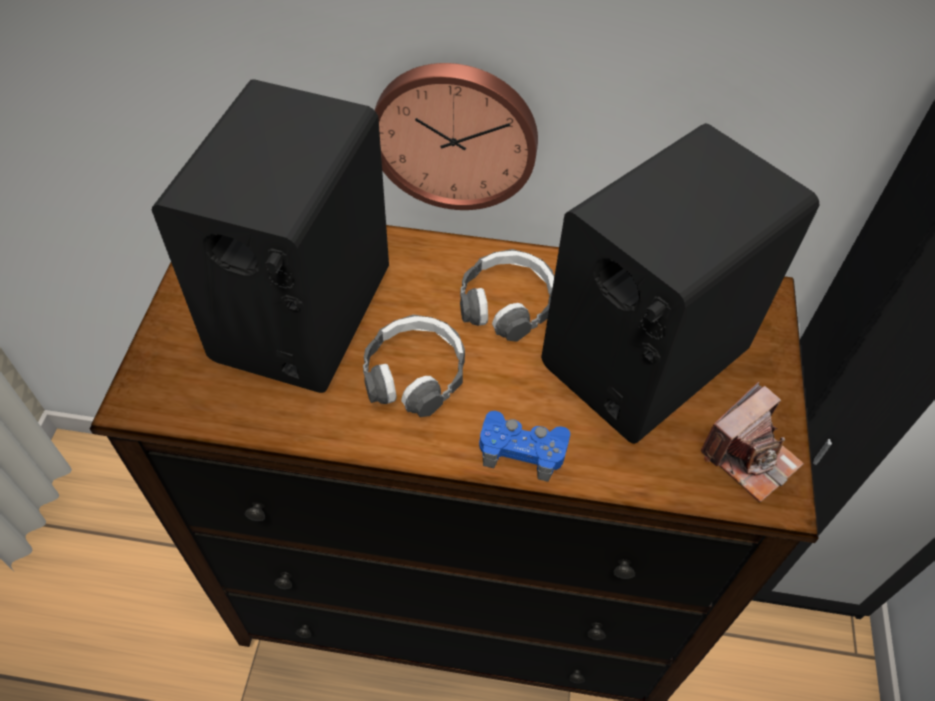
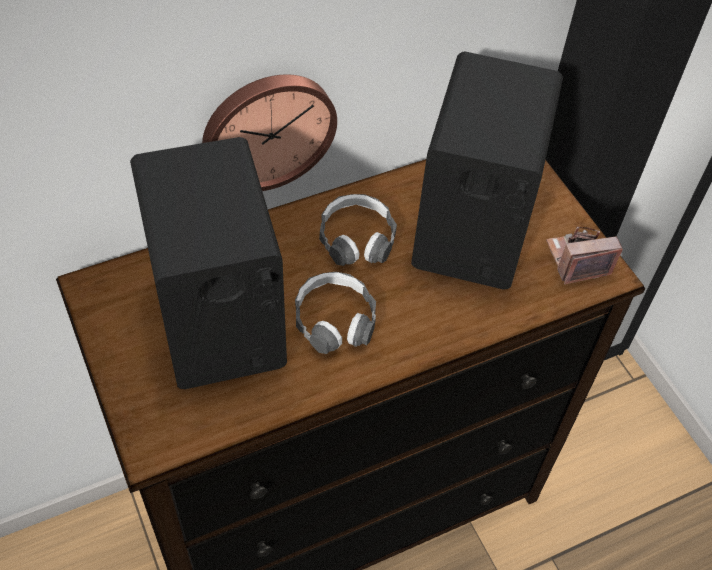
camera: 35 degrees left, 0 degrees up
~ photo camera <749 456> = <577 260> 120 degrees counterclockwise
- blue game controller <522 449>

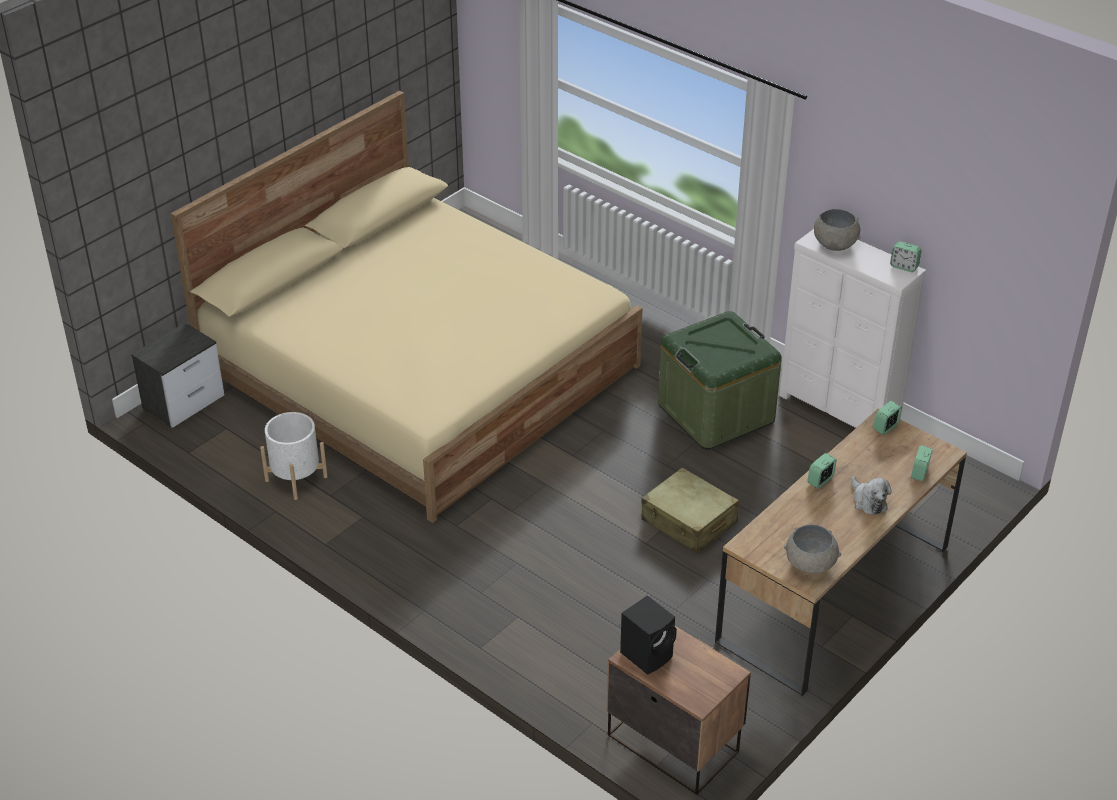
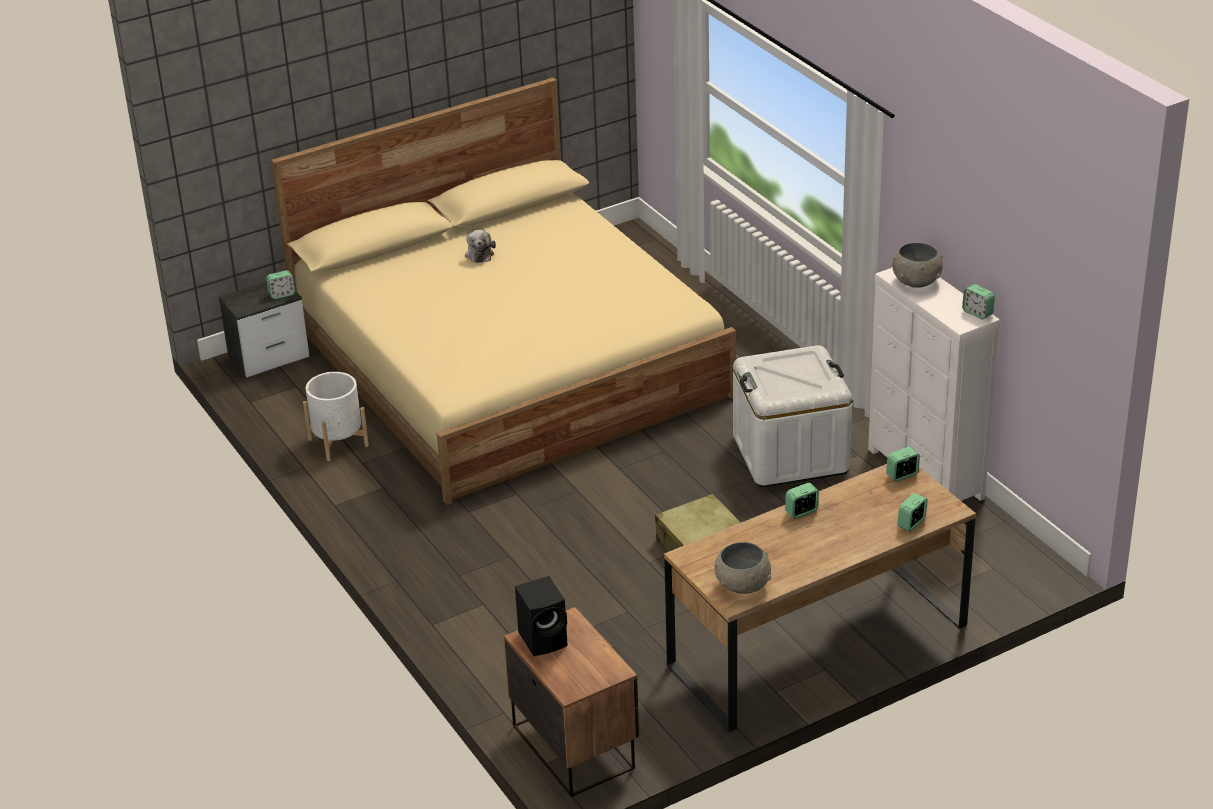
camera: 20 degrees right, 5 degrees down
~ green storage box <716 413> to white storage box <790 454>
~ plush toy <868 501> to <479 253>
+ alarm clock <282 294>

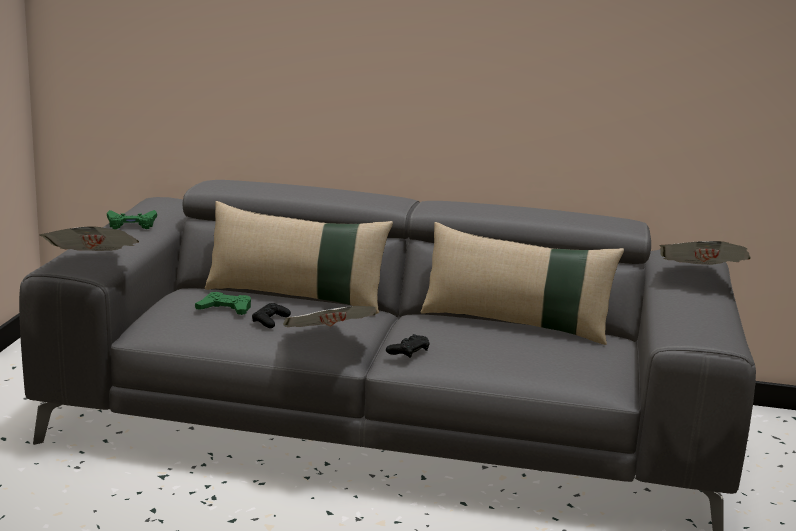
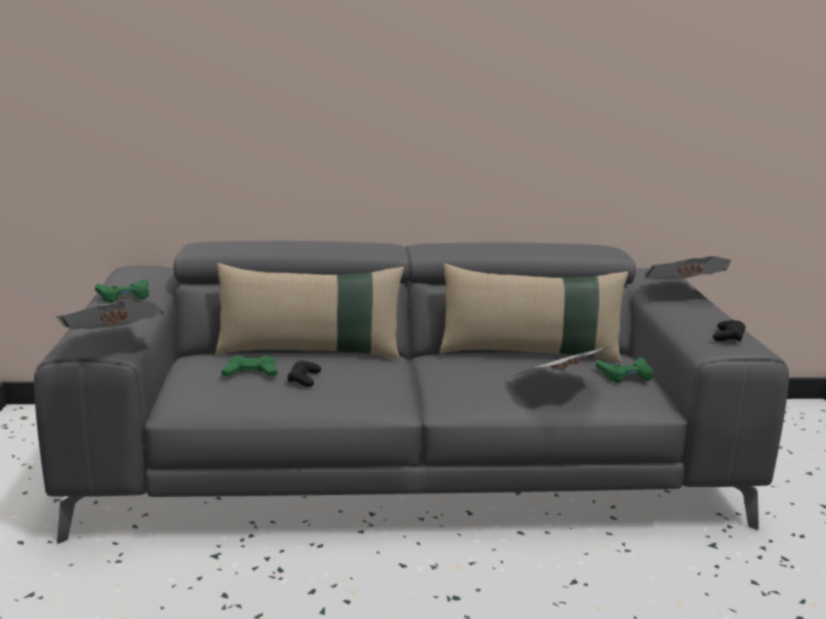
camera: 15 degrees left, 0 degrees up
~ newspaper <328 342> to <556 386>
~ black game controller <408 351> to <728 336>
+ green game controller <625 375>

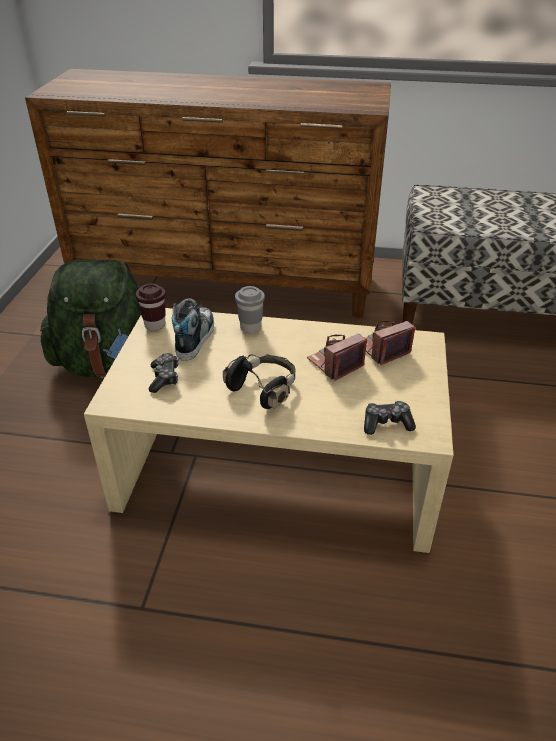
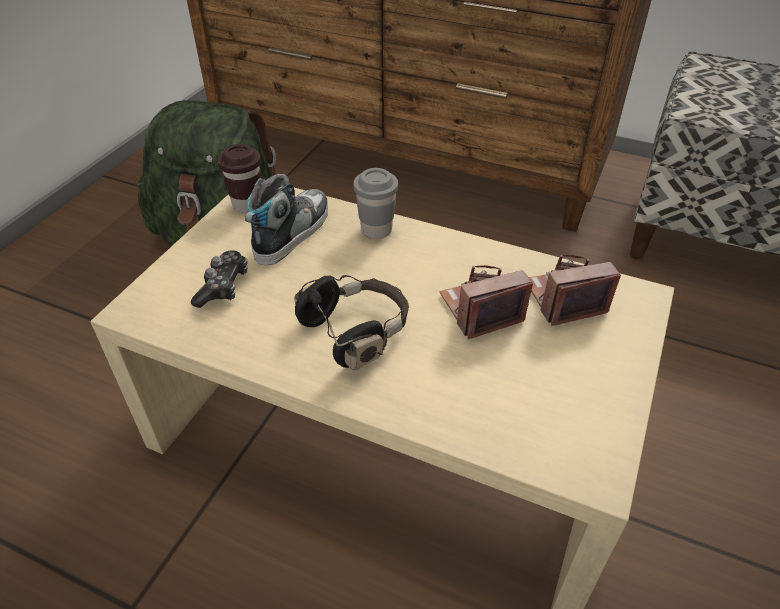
camera: 15 degrees right, 5 degrees up
- game controller <386 423>

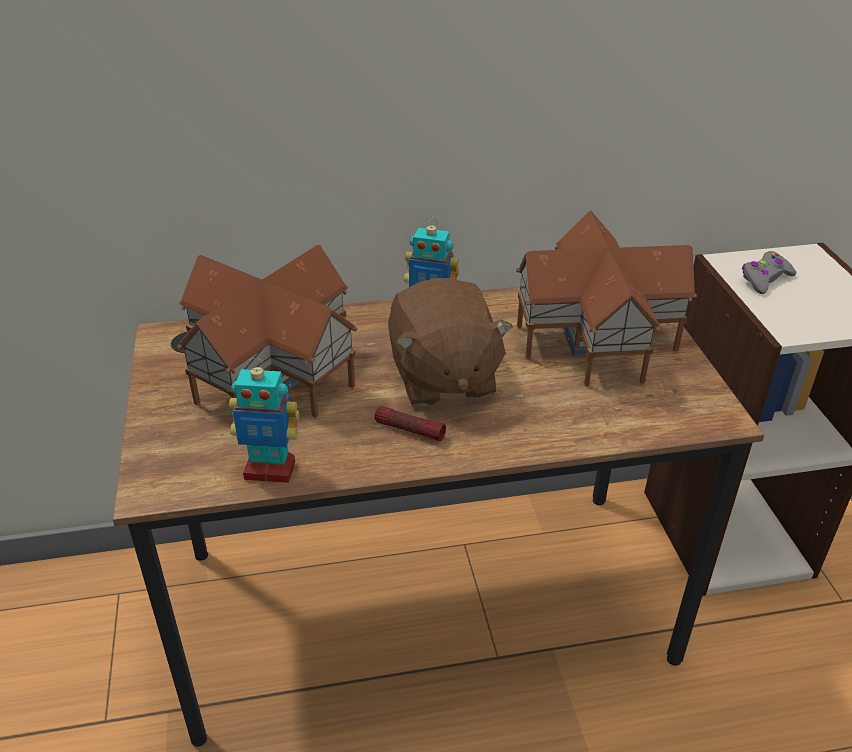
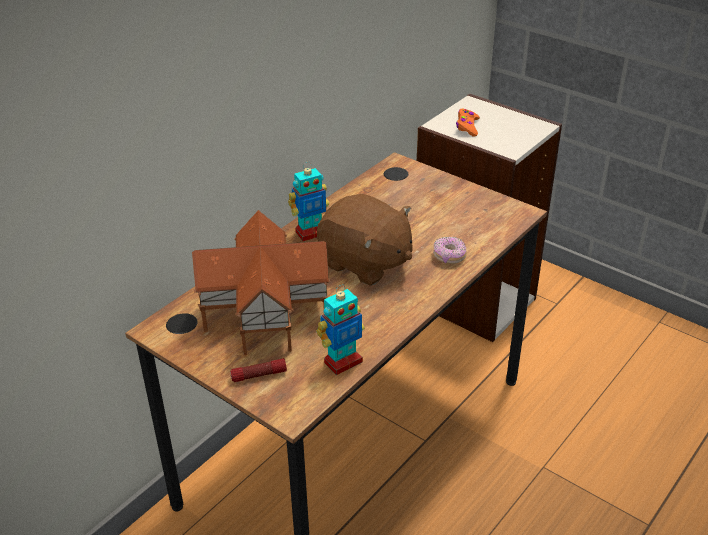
camera: 40 degrees left, 0 degrees up
- toy house <598 339>
~ grey game controller <765 279> to orange game controller <467 127>
~ flashlight <409 430> to <259 375>
+ donut <449 257>

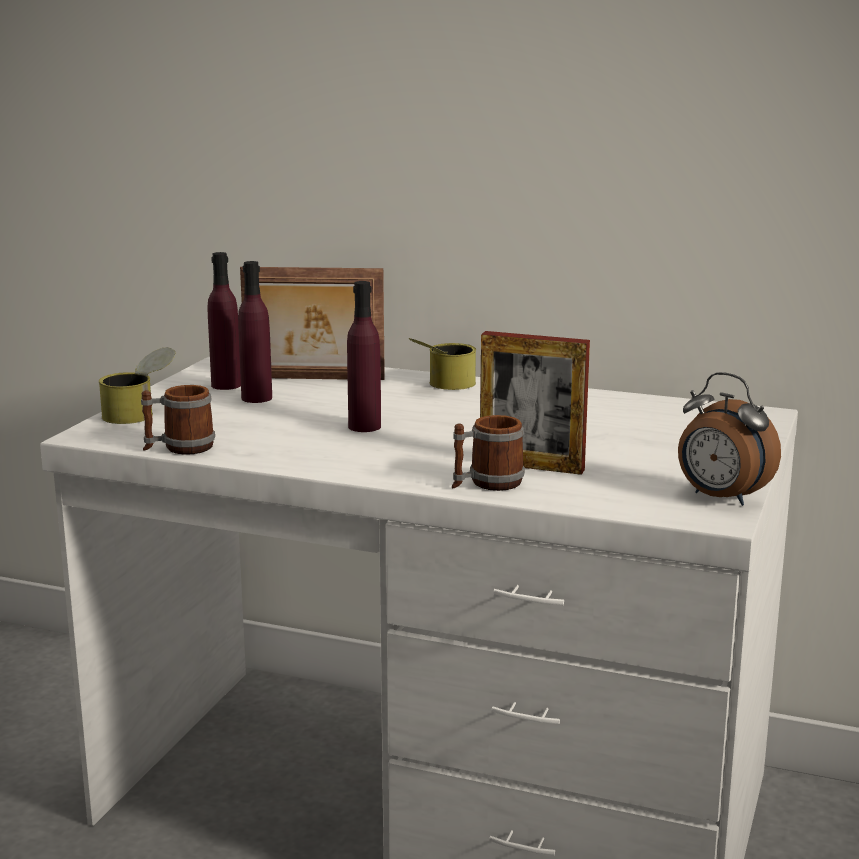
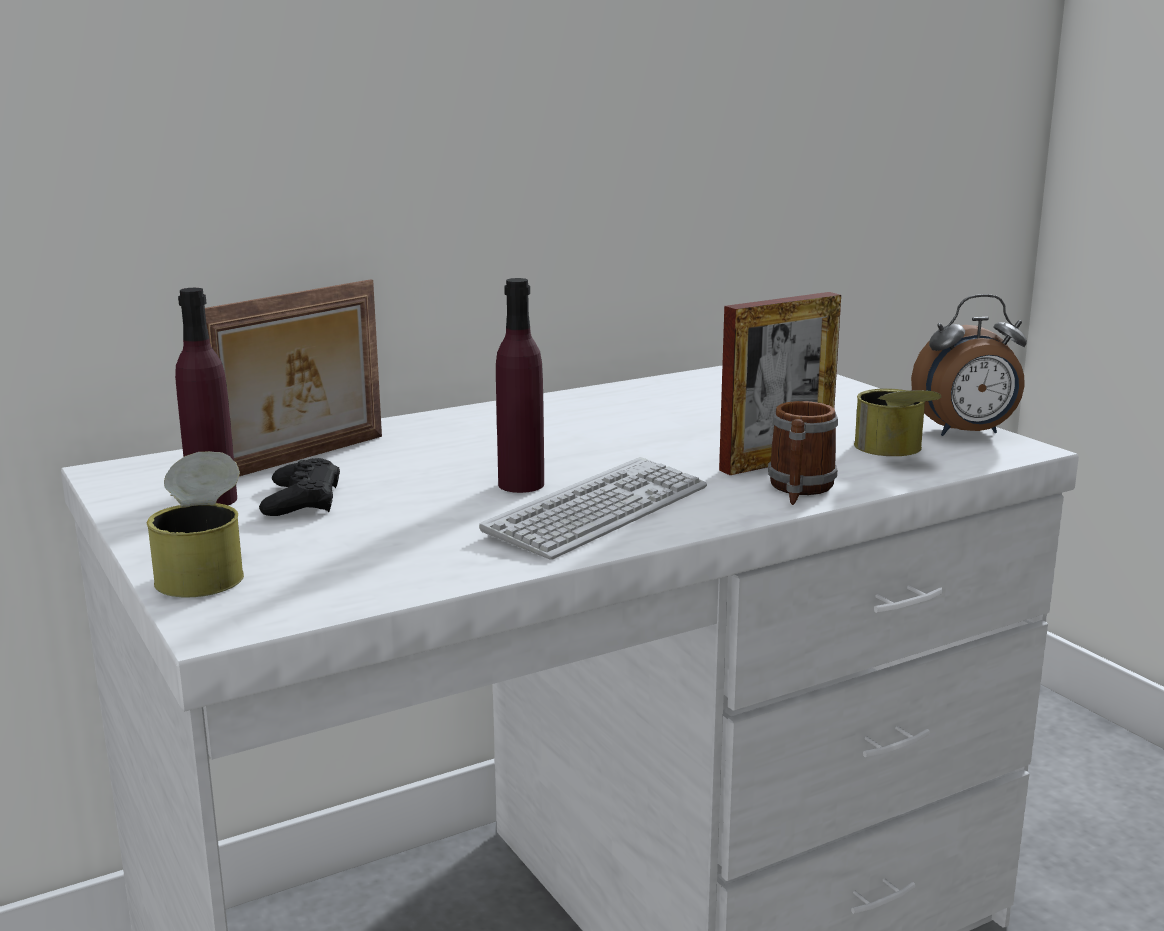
camera: 50 degrees left, 0 degrees up
~ purple bottle <257 398> to black game controller <302 500>
~ can <442 386> to <893 453>
- mug <179 448>
+ keyboard <598 511>

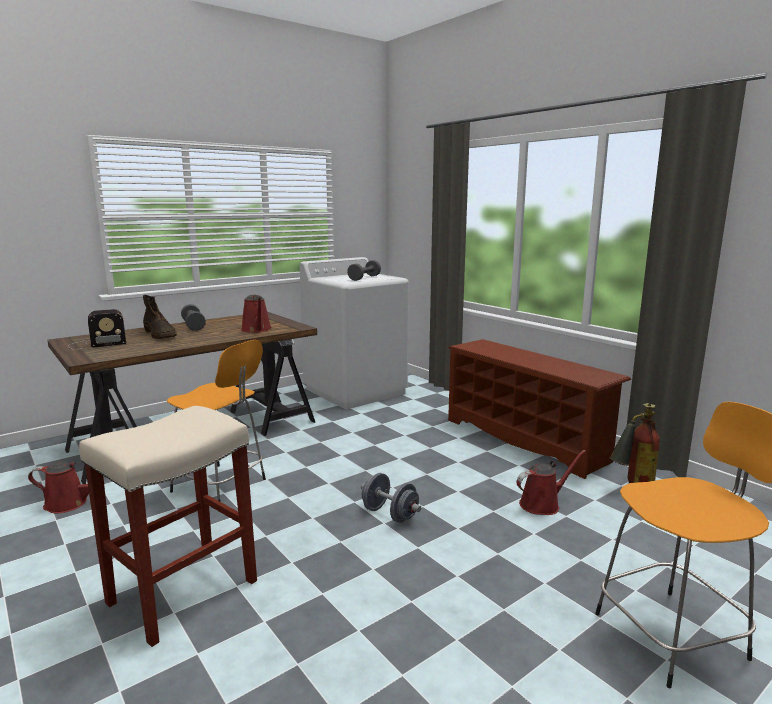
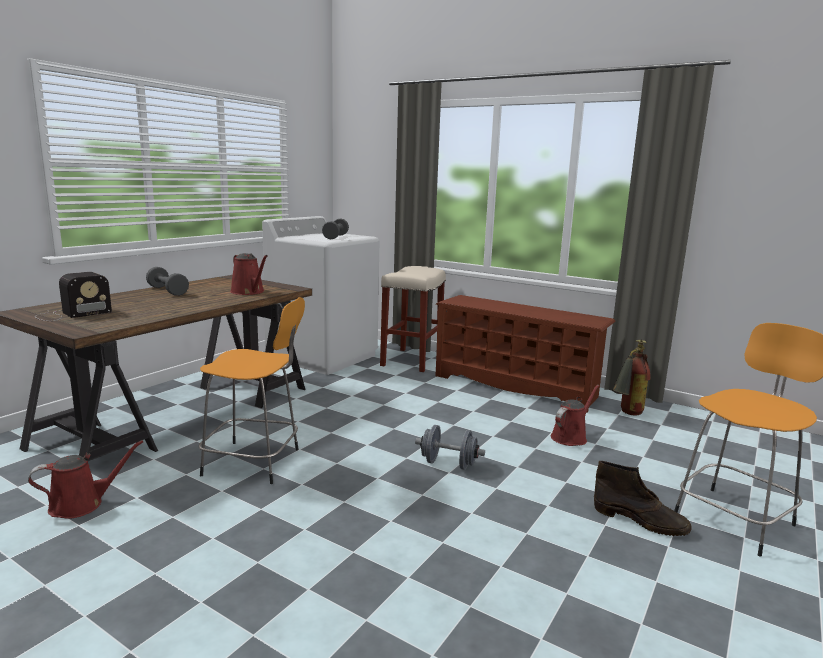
camera: 20 degrees left, 0 degrees up
~ brown boot <160 335> to <640 520>
~ beige stool <182 593> to <412 360>

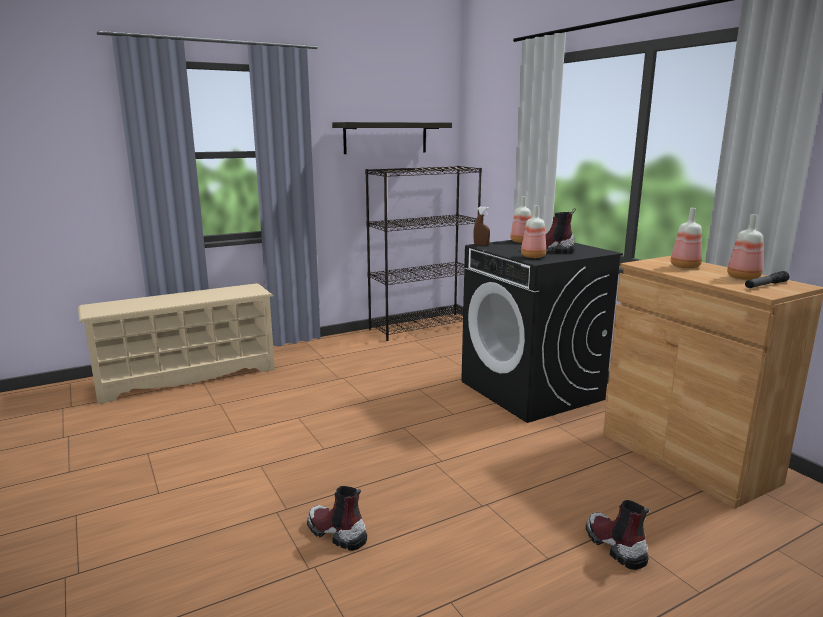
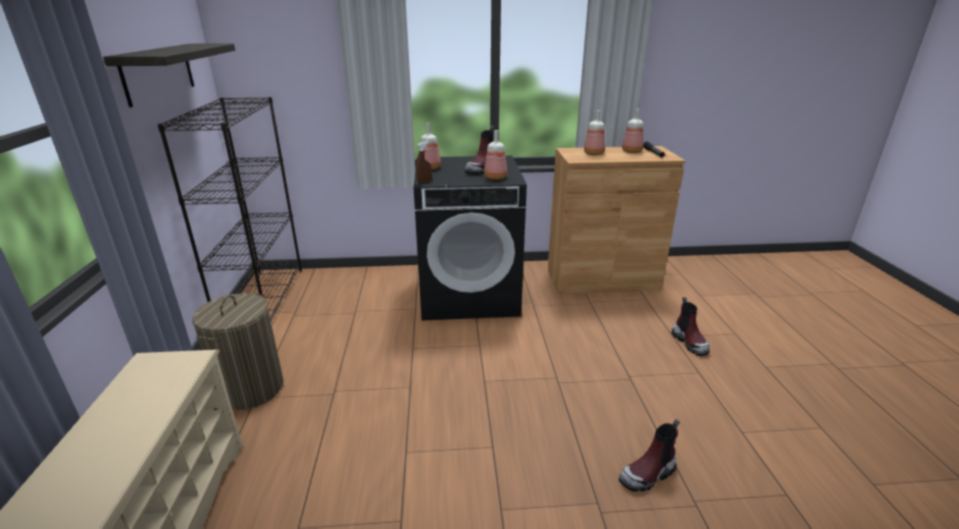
camera: 65 degrees left, 10 degrees up
~ boot <614 546> = <690 343> 105 degrees counterclockwise
+ laundry basket <250 388>

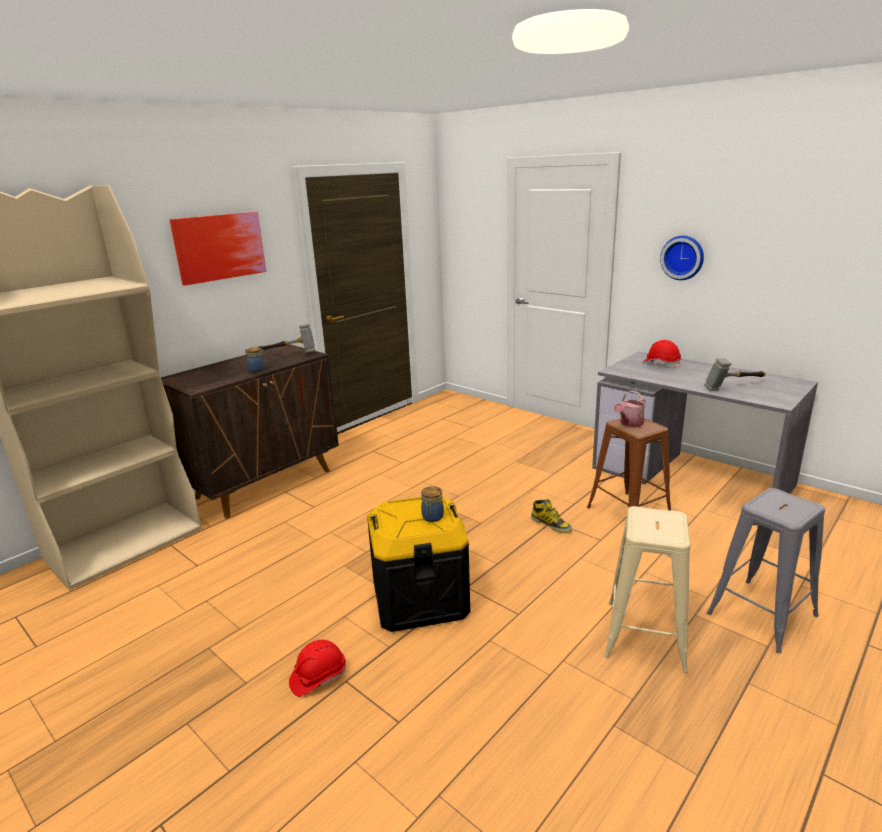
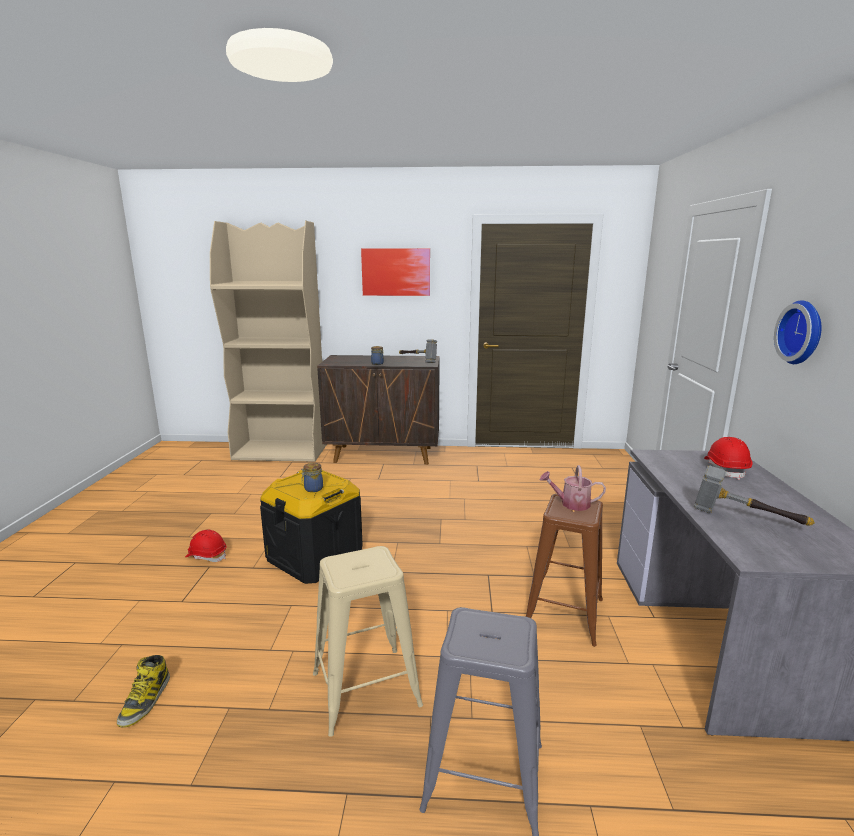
camera: 50 degrees right, 5 degrees down
~ boot <551 524> to <145 700>

